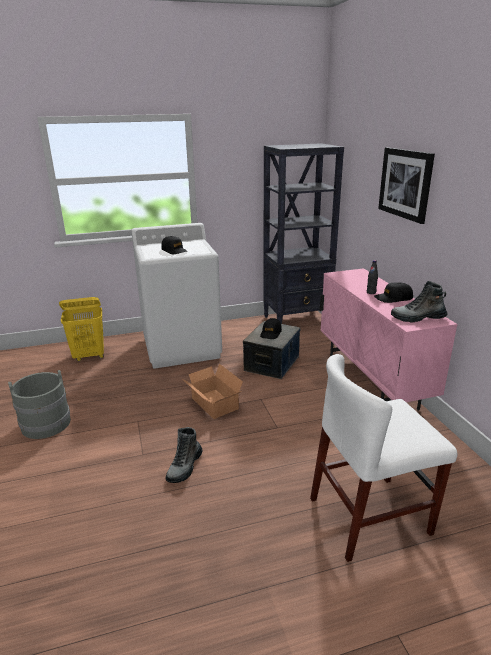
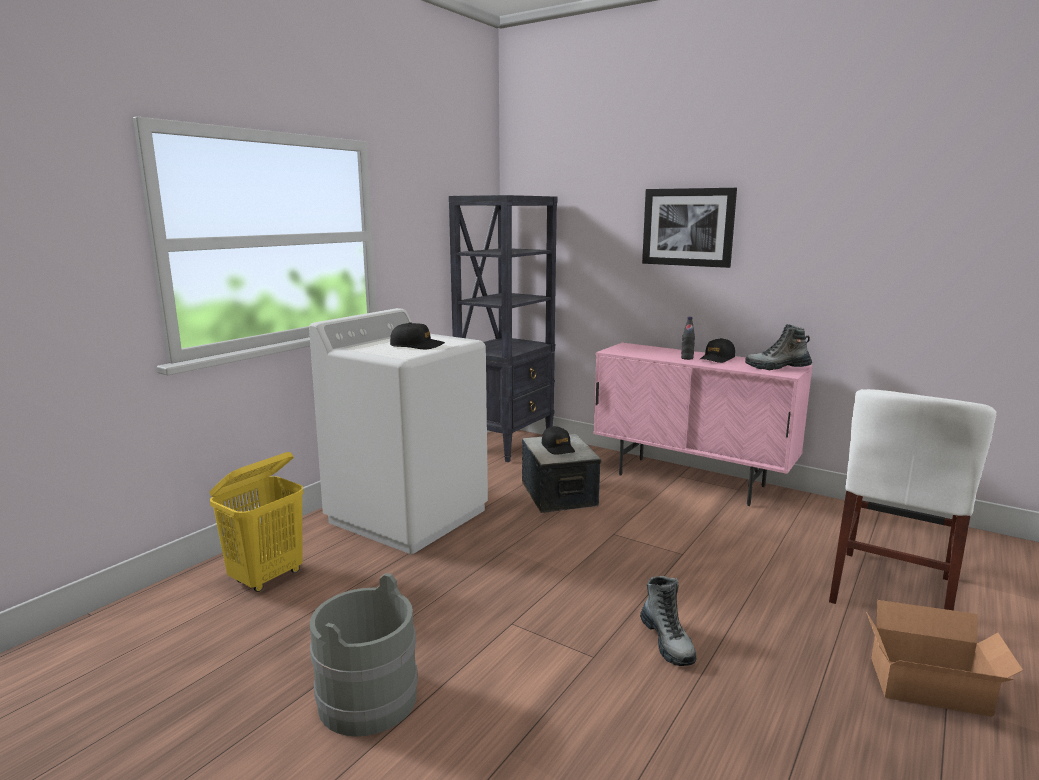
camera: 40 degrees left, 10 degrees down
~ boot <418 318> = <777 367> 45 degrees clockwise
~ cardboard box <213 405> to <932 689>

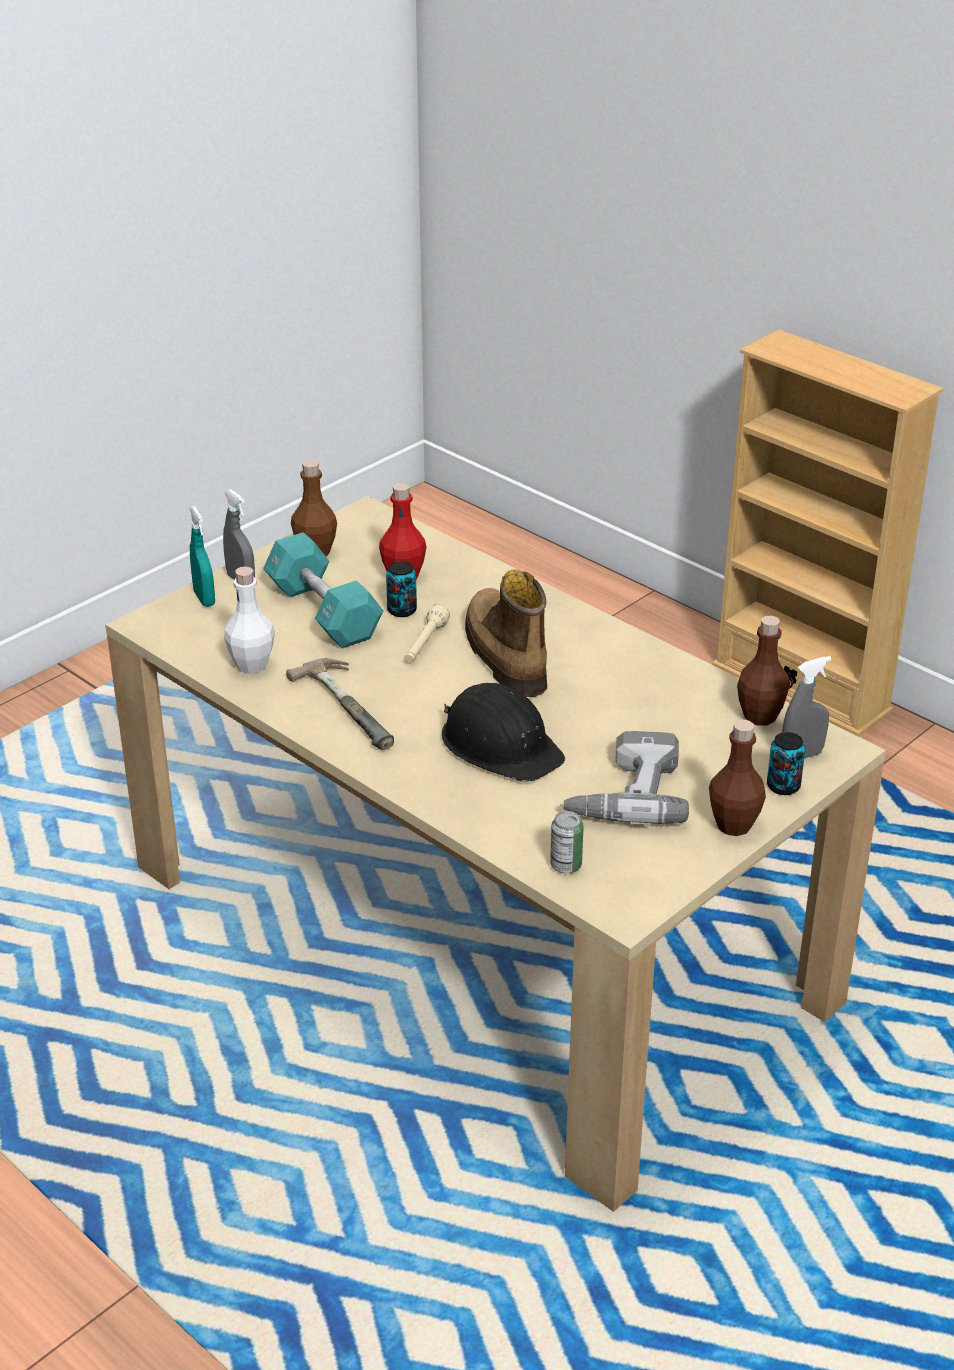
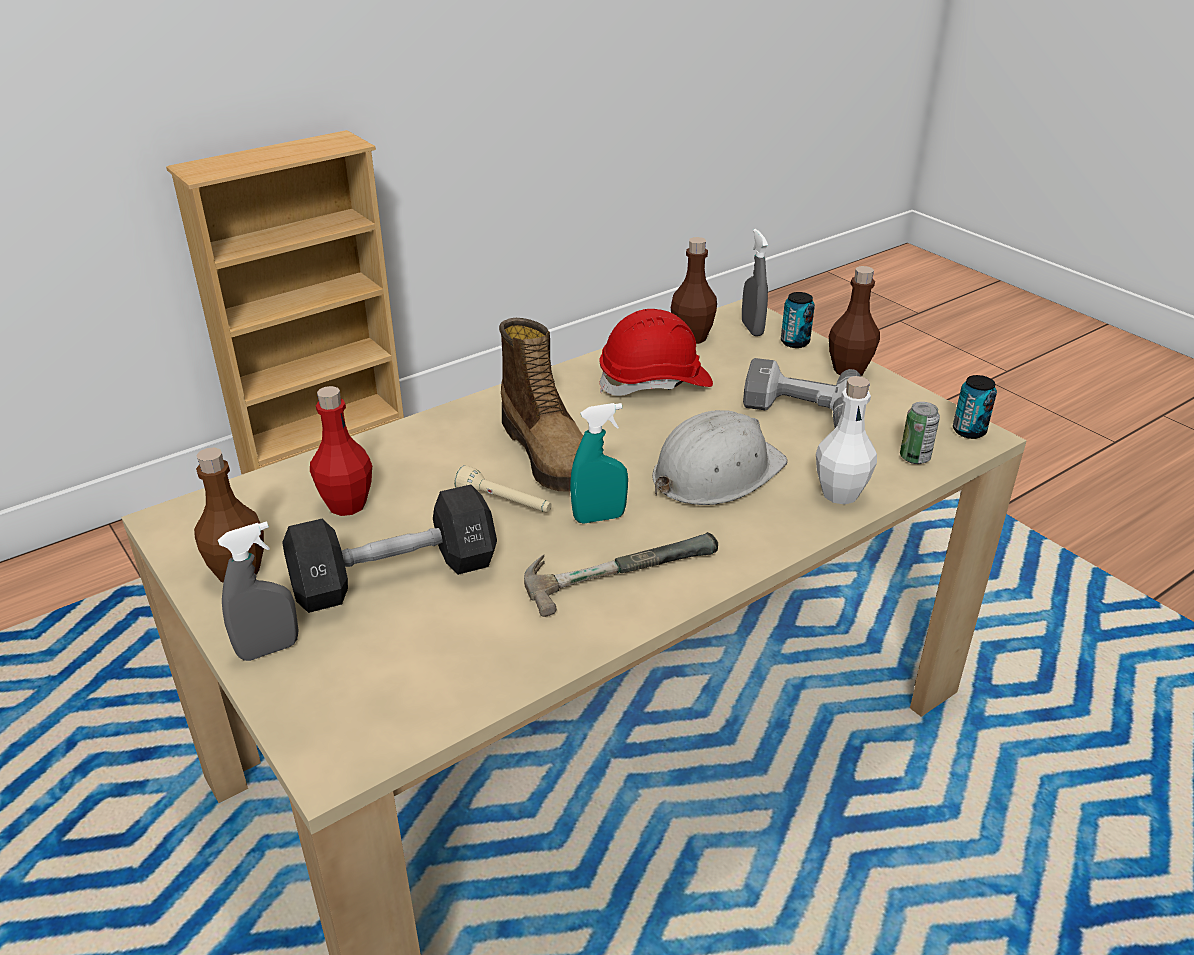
camera: 80 degrees left, 0 degrees up
~ turquoise spray bottle <204 599> to <599 517>
~ turquoise dumbbell <323 612> to black dumbbell <395 576>
~ can <402 610> to <969 431>
~ white bottle <252 665> to <840 493>
~ boot <503 656> = <549 453> 105 degrees counterclockwise
~ black hard hat <500 745> to white hard hat <715 472>
+ red hard hat <655 383>

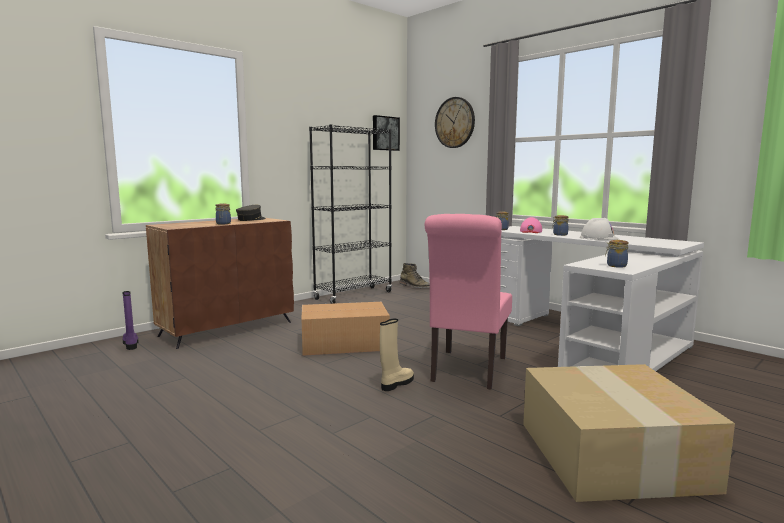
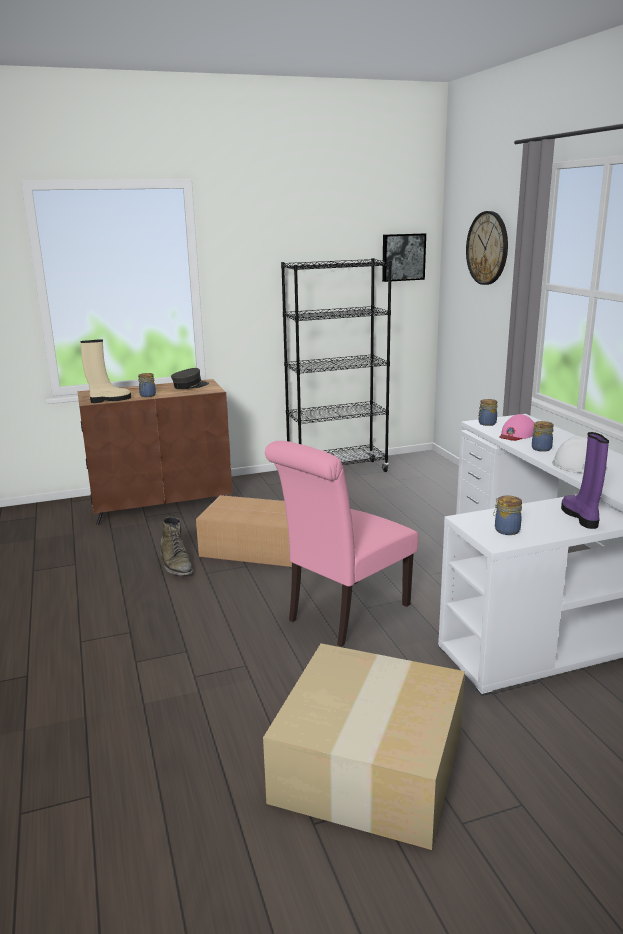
camera: 25 degrees right, 10 degrees up
~ green boot <415 287> to <176 564>
~ purple boot <131 344> to <581 517>
~ beige boot <396 384> to <109 400>

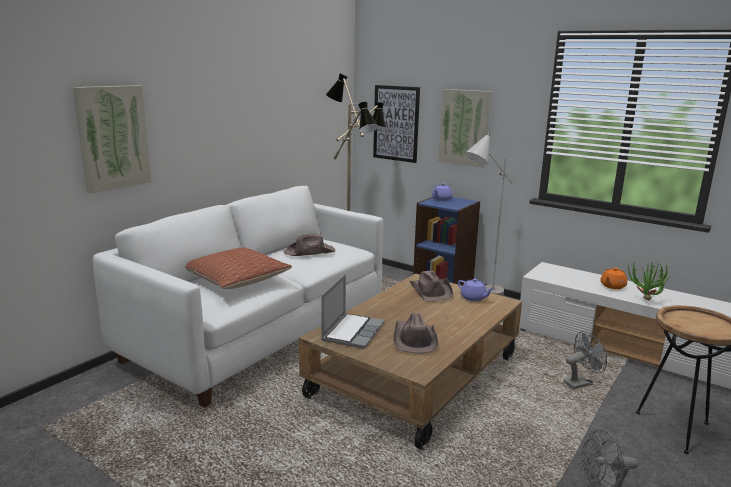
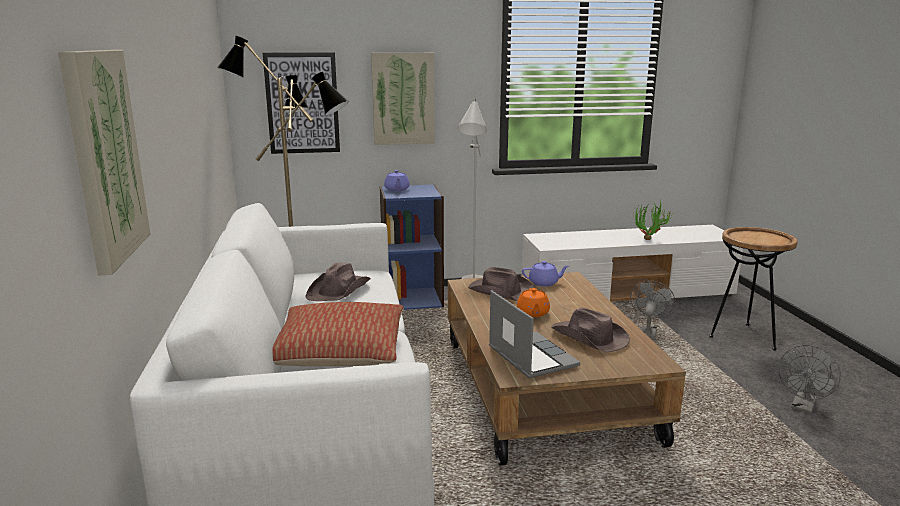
camera: 45 degrees left, 0 degrees up
~ orange teapot <612 286> to <533 313>

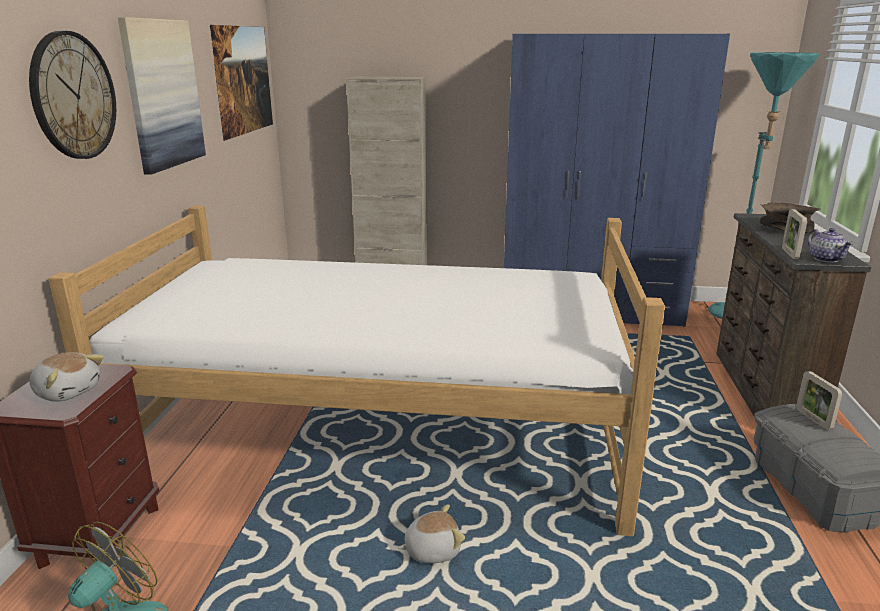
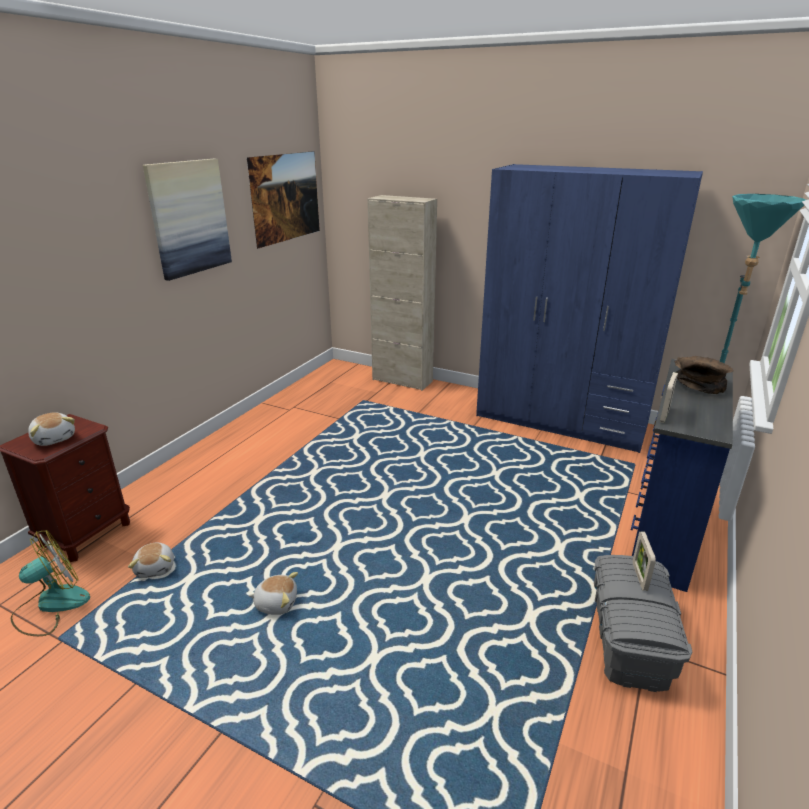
camera: 20 degrees right, 5 degrees up
- wall clock <73 96>
- bed <381 434>
~ brown dresser <761 391> to blue dresser <662 532>
- teapot <825 259>
+ plush toy <156 567>

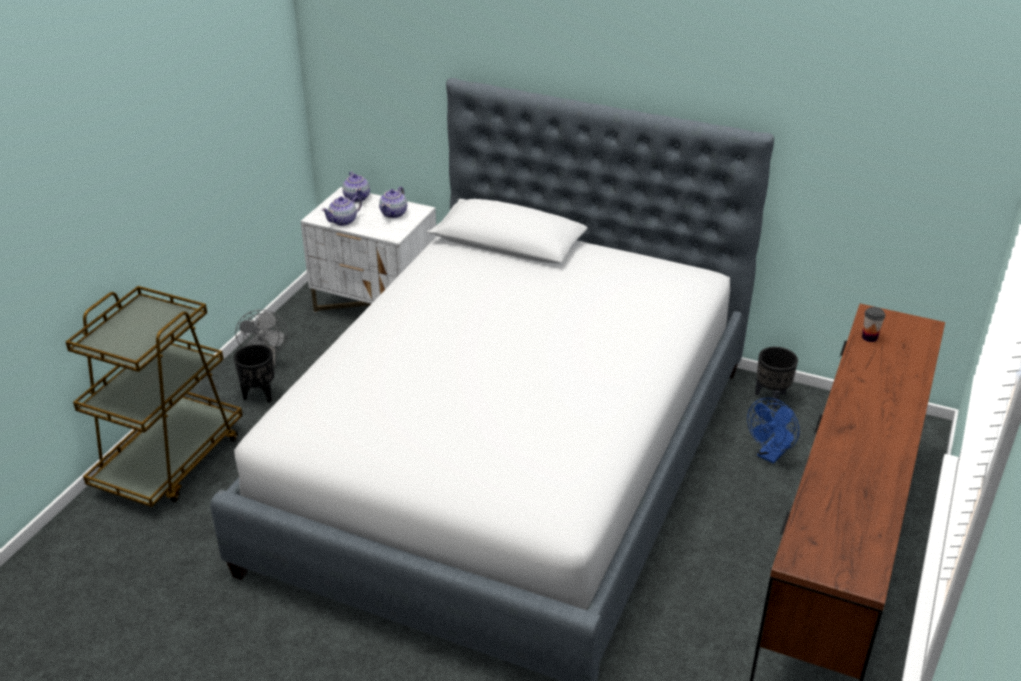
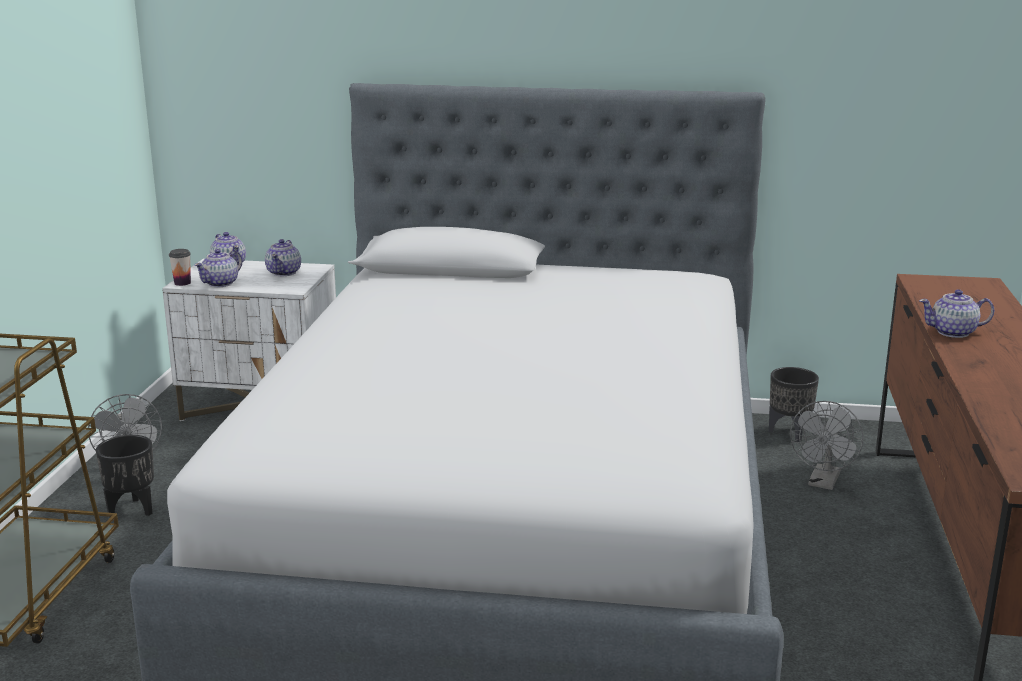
camera: 15 degrees left, 15 degrees down
~ cup <869 337> to <182 283>
~ blue fan <770 455> to grey fan <823 483>
+ teapot <953 332>

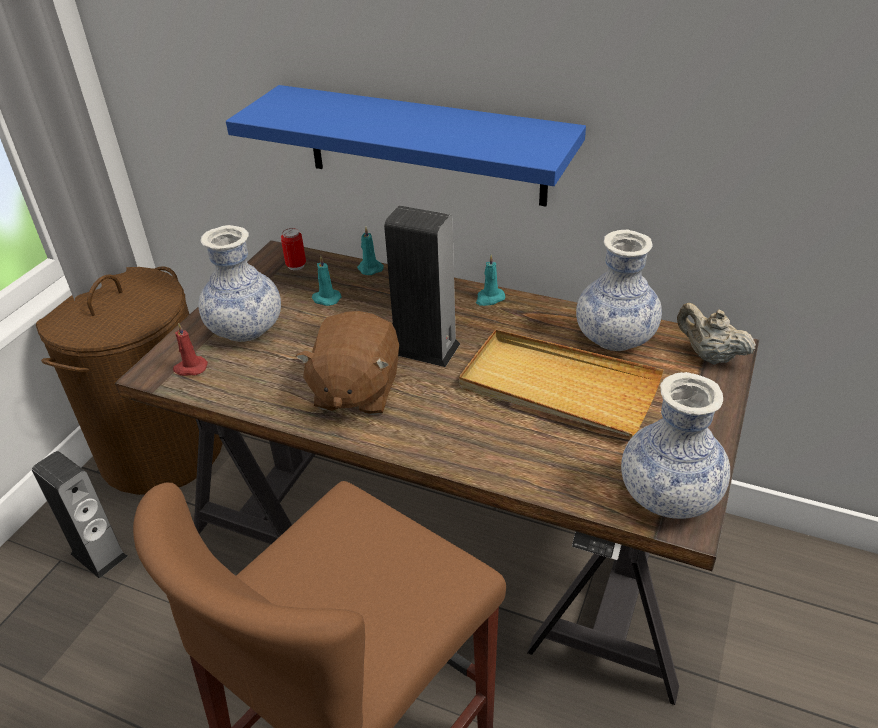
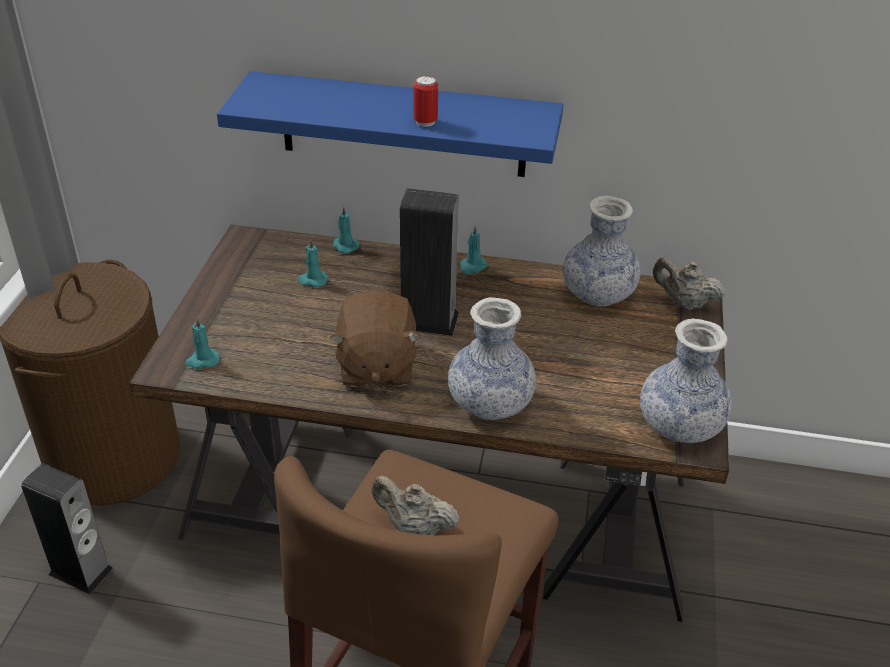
camera: 15 degrees left, 0 degrees up
~ vase <245 329> to <490 404>
~ can <296 266> to <425 122>
~ red candle <190 368> to turquoise candle <202 361>
- beige tray <558 387>
+ beige teapot <414 528>

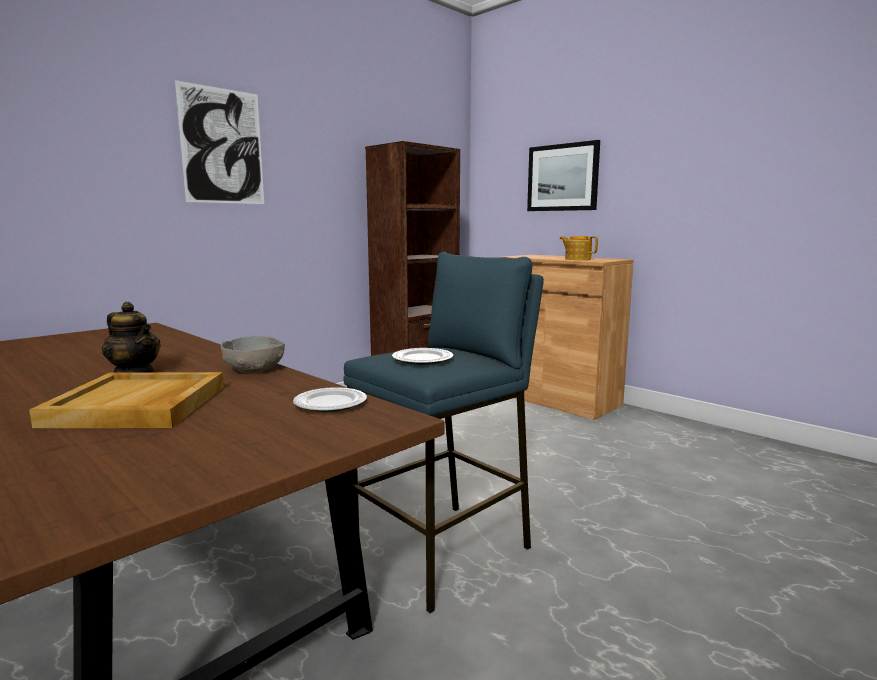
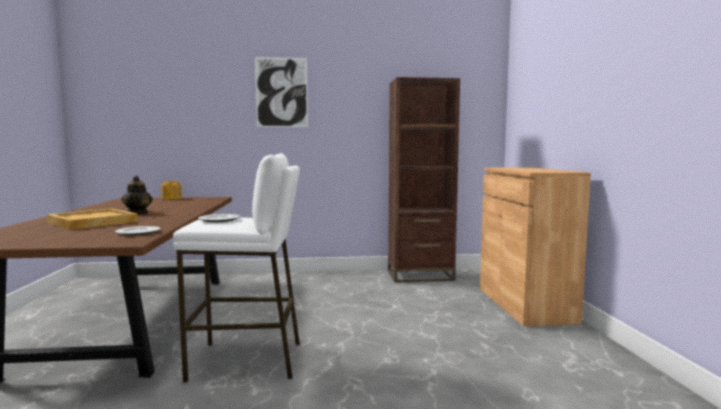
camera: 40 degrees right, 5 degrees down
- picture <562 177>
~ teapot <577 259> to <172 198>
~ blue stool <445 551> to white stool <247 361>
- grey bowl <255 369>

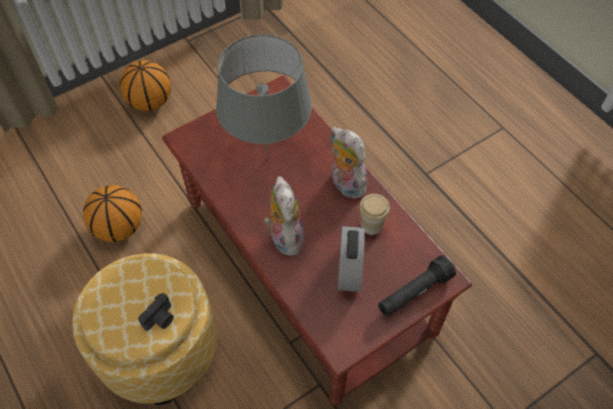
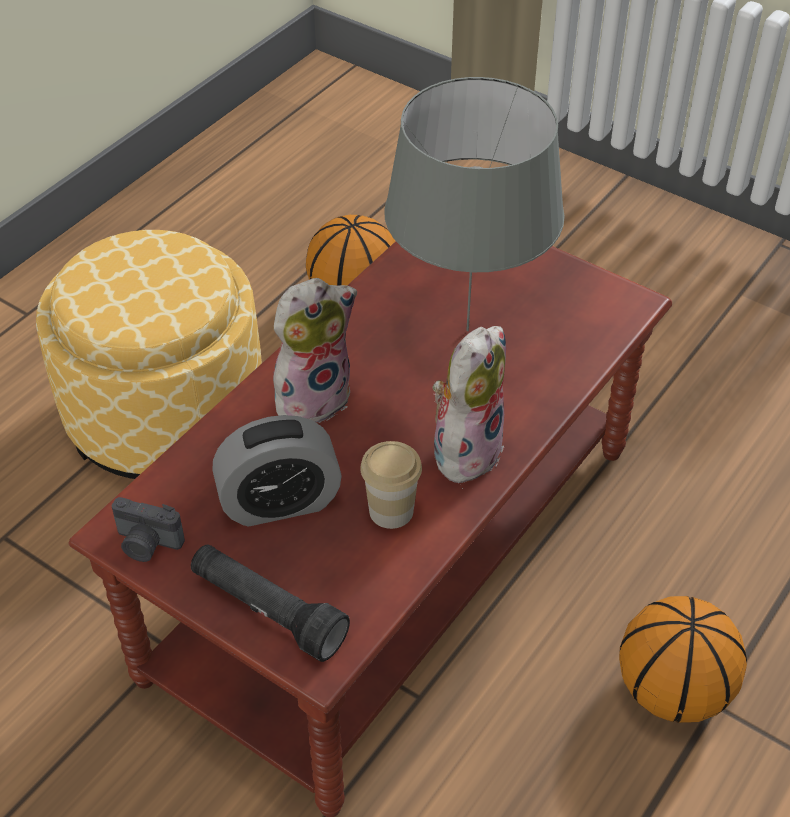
camera: 70 degrees right, 10 degrees down
~ basketball <150 102> to <673 690>
~ photo camera <160 319> to <146 544>

